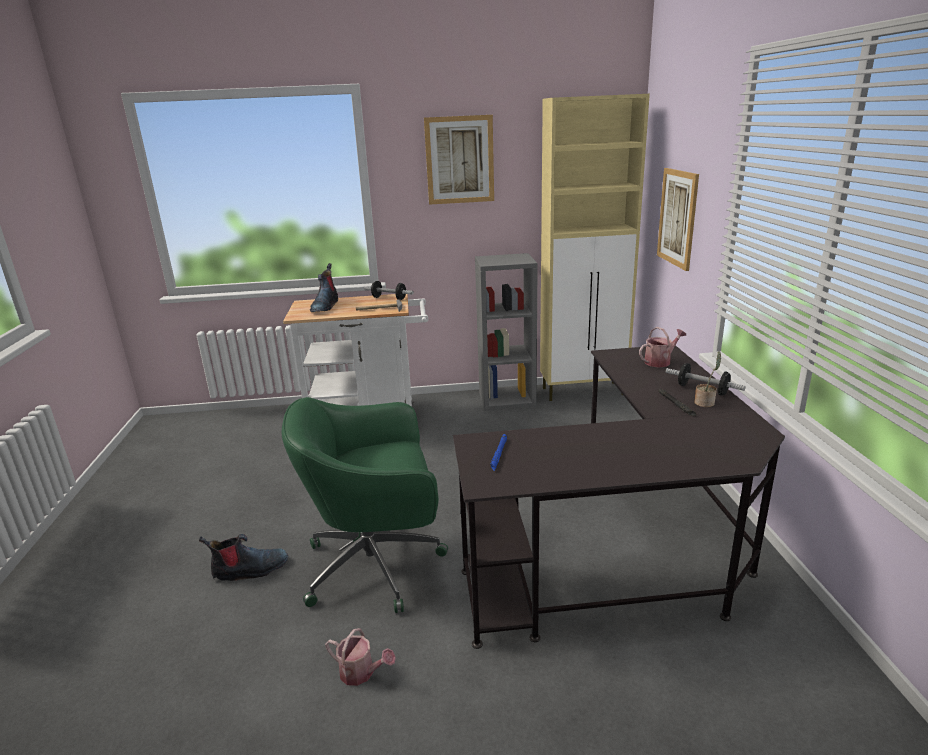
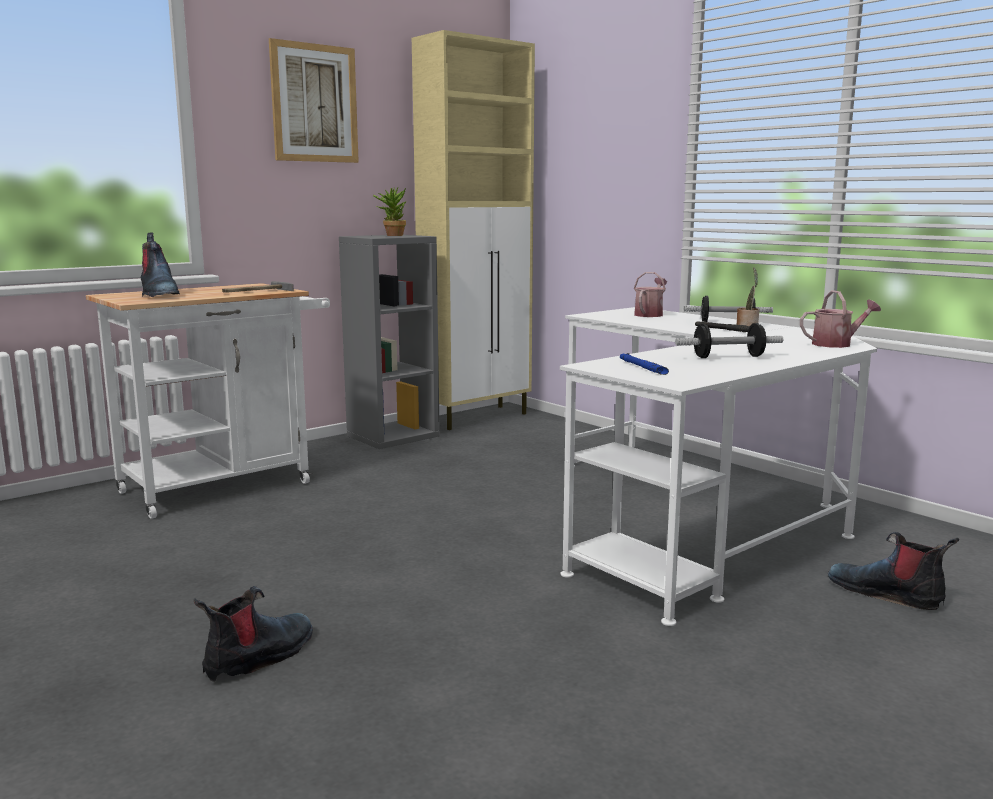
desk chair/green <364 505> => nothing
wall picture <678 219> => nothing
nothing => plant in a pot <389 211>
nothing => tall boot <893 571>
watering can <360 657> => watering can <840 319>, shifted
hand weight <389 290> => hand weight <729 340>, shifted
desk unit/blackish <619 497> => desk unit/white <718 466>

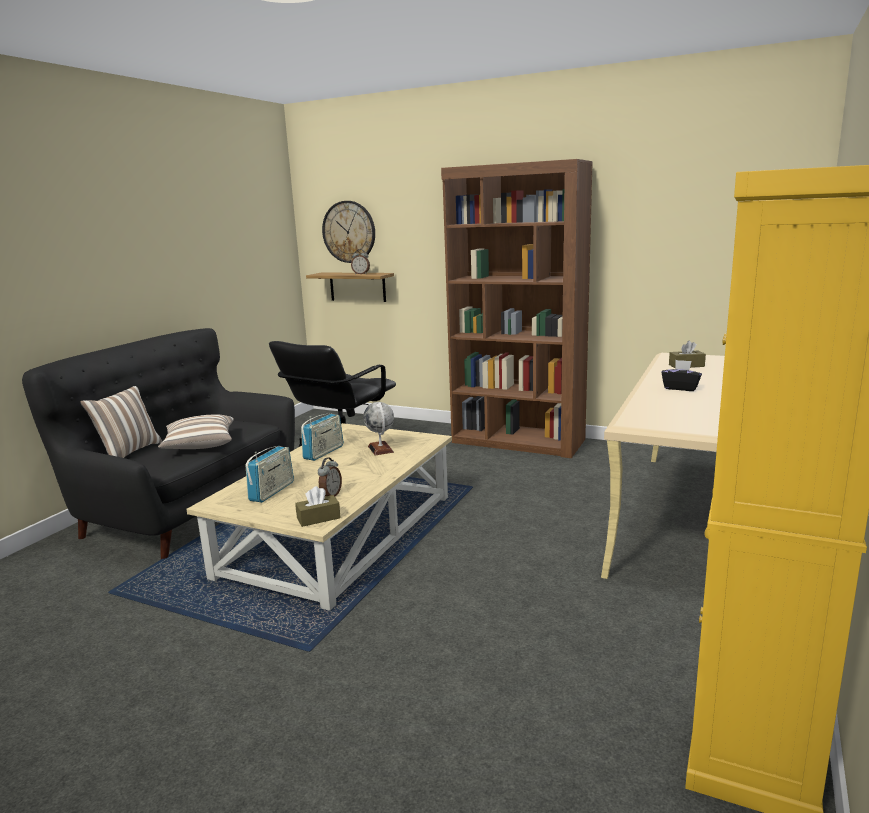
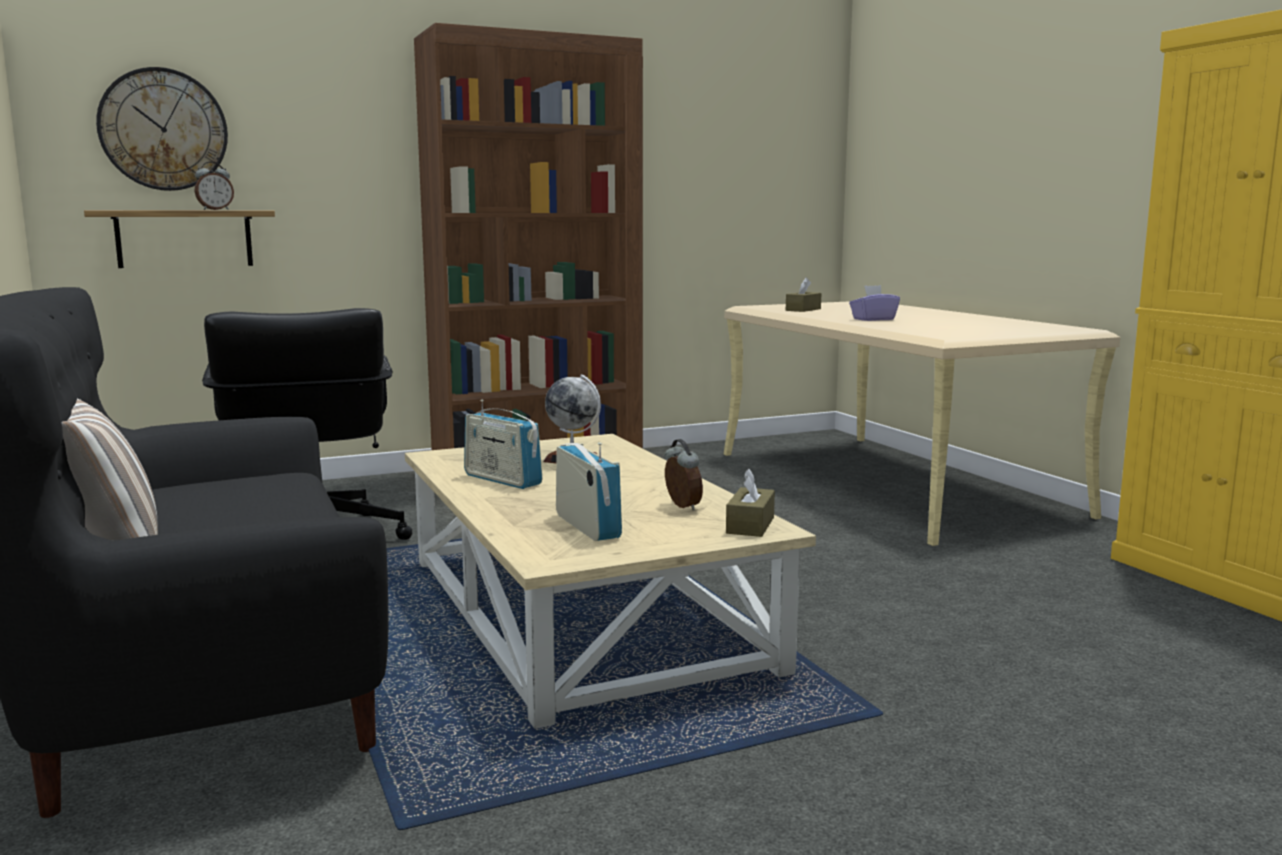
pillow <196 431> => nothing
tissue box/blackish <681 375> => tissue box/purple <874 303>
radio set <322 437> => radio set <503 444>, 150 degrees clockwise

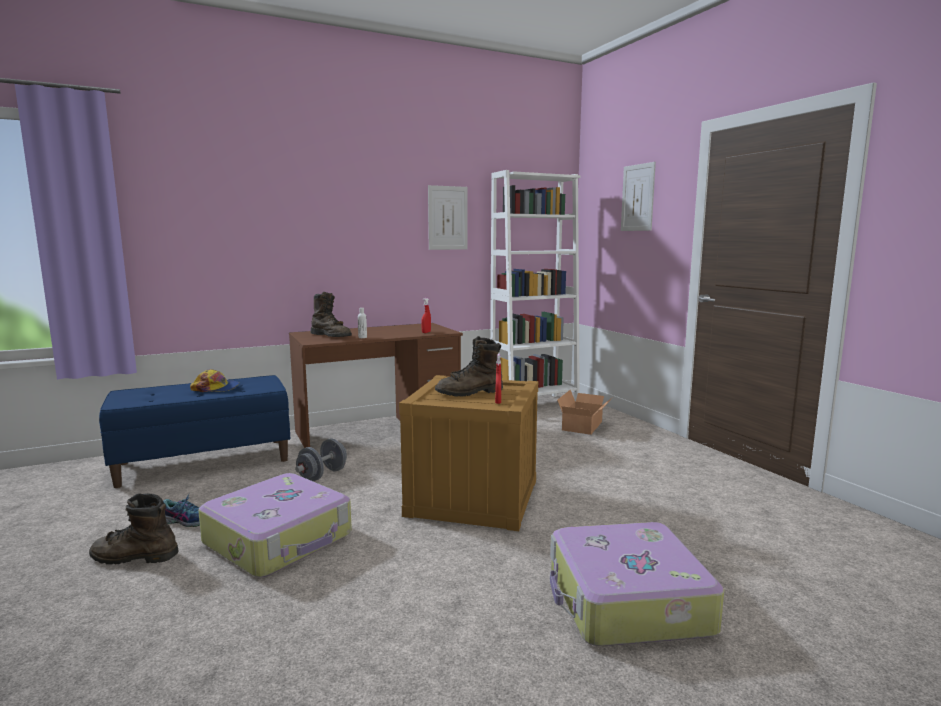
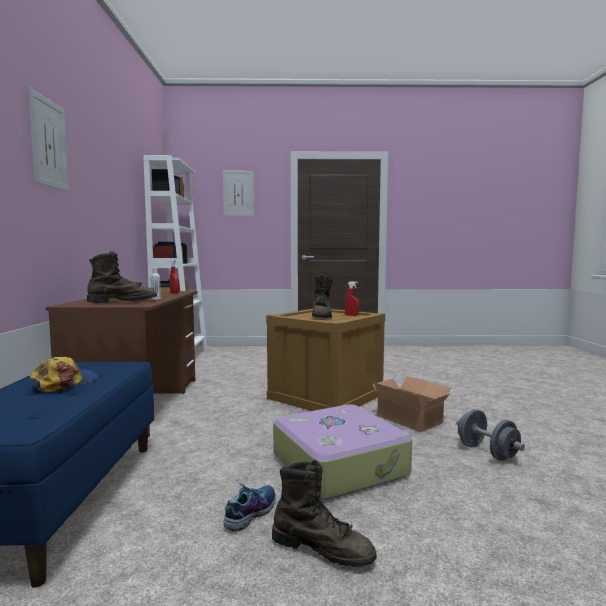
suitcase <637 584> => nothing
hand weight/gray <321 460> => hand weight/gray <491 435>, shifted
wall picture <448 217> => wall picture <48 140>, shifted
carton <585 412> => carton <411 404>, shifted
tall boot/brownish <134 529> => tall boot/brownish <324 513>, 90 degrees counterclockwise

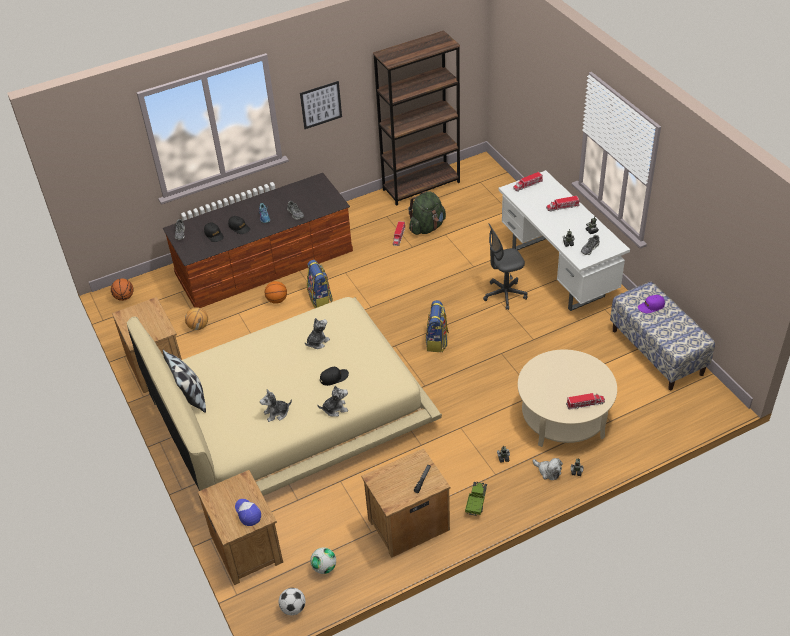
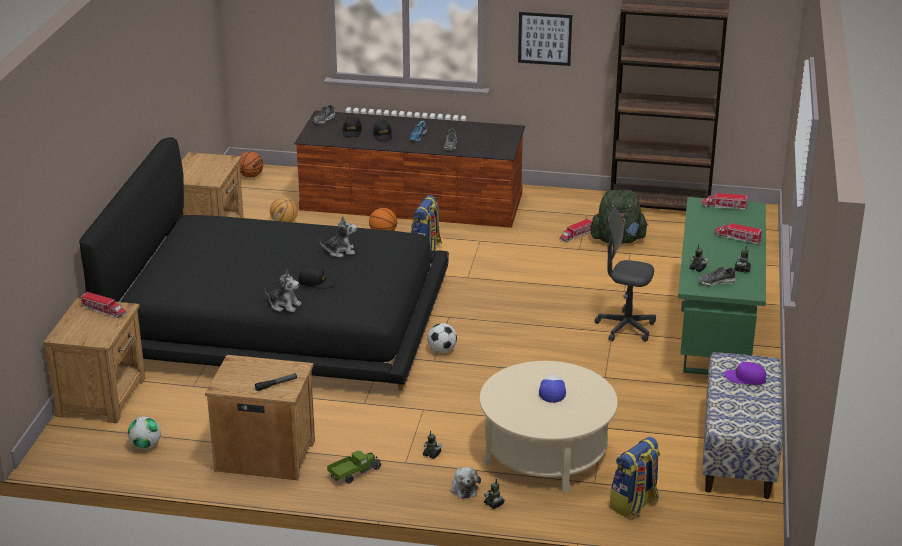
pillow <184 381> => nothing
soft toy <276 405> => nothing
baseball cap <248 512> => baseball cap <552 388>, shifted
football ball <292 601> => football ball <442 338>, shifted
backpack <437 326> => backpack <635 477>, shifted
model truck <585 401> => model truck <103 305>, shifted
bedroom bed/sand-coloured <284 396> => bedroom bed/blackish <264 263>
desk unit/white <564 240> => desk unit/green <722 286>

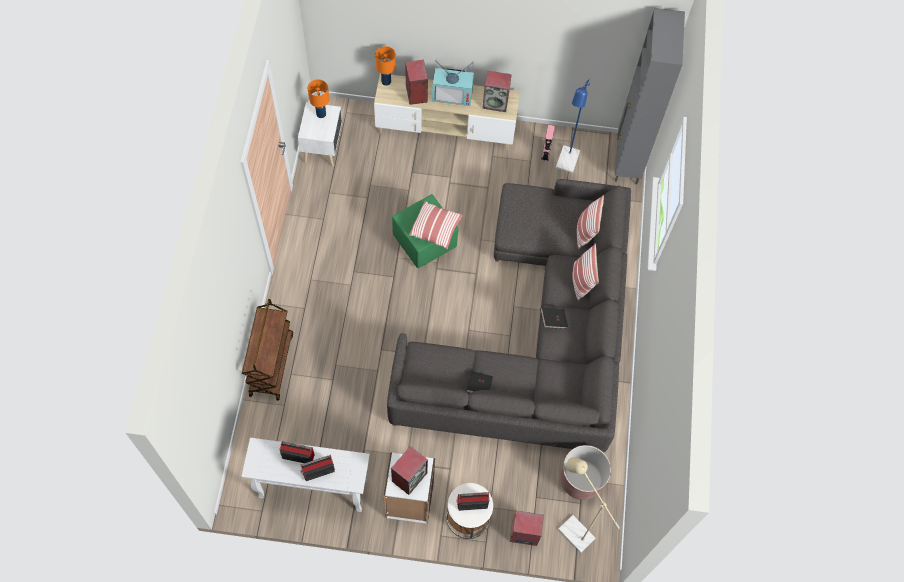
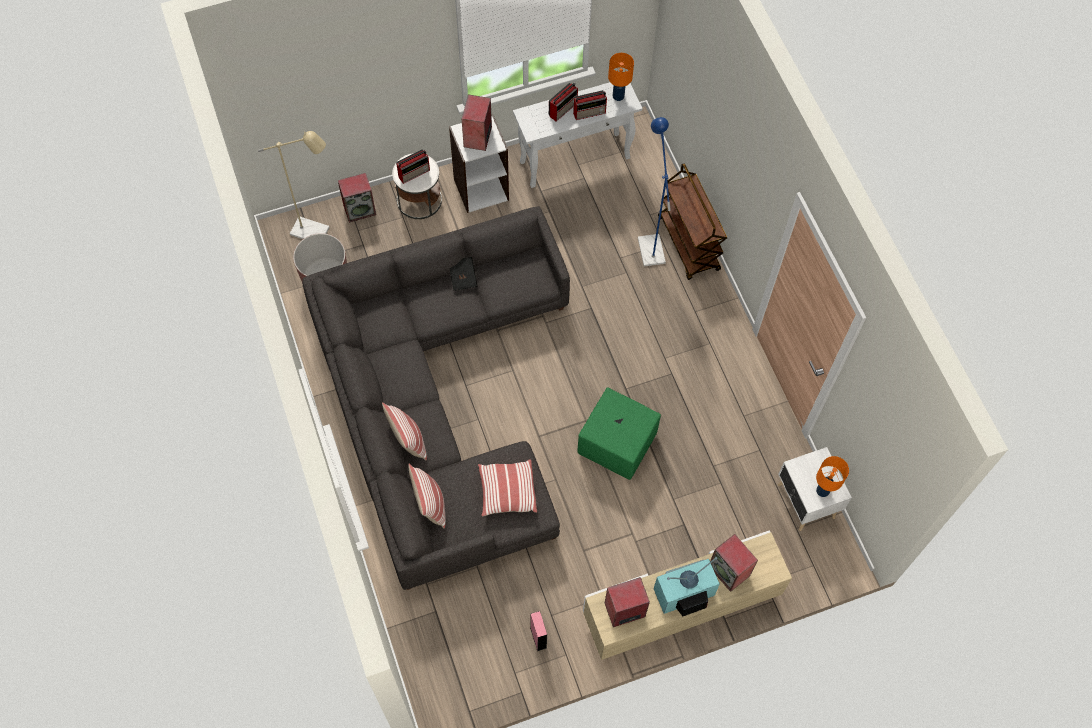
book/blackish <554 318> => nothing
storage cabinet/gray <650 96> => nothing
table lamp/orange-coloured <385 66> => table lamp/orange-coloured <621 77>, shifted
pillow <436 224> => pillow <507 487>, shifted
floor lamp/blue-coloured <573 125> => floor lamp/blue-coloured <654 191>, shifted

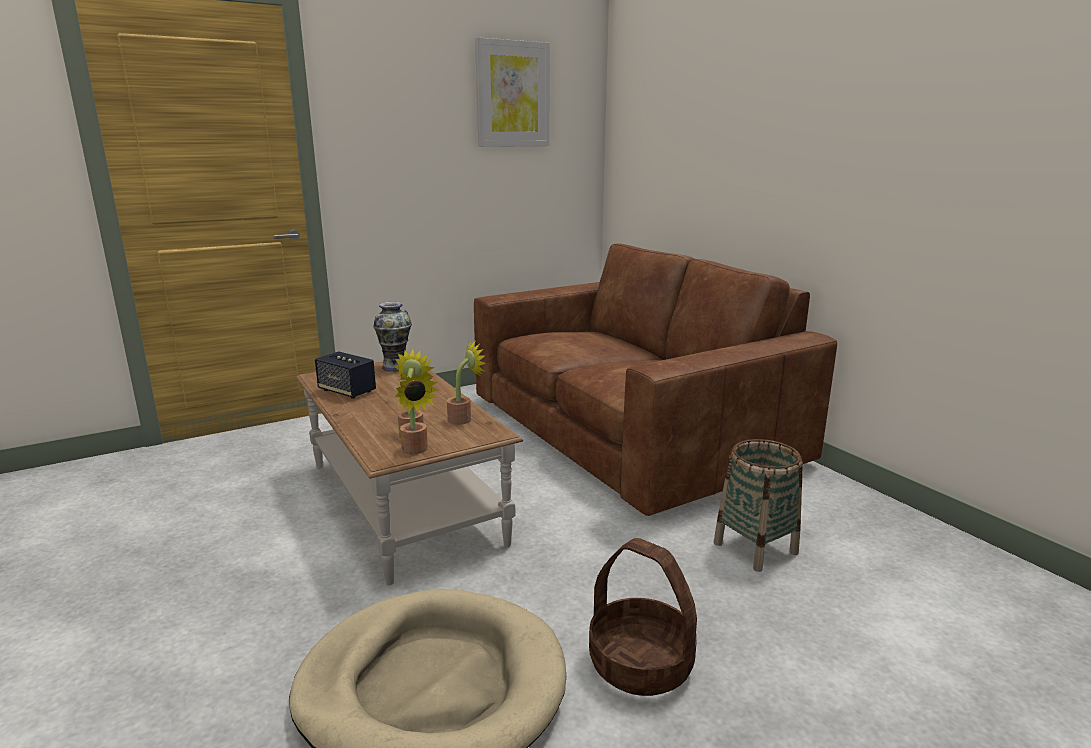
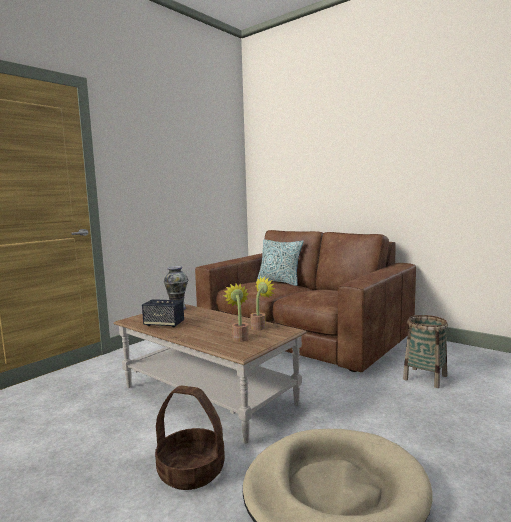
plant in a pot <417 413> => nothing
wall picture <512 92> => nothing
nothing => pillow <281 262>
household basket <643 617> => household basket <190 438>, shifted

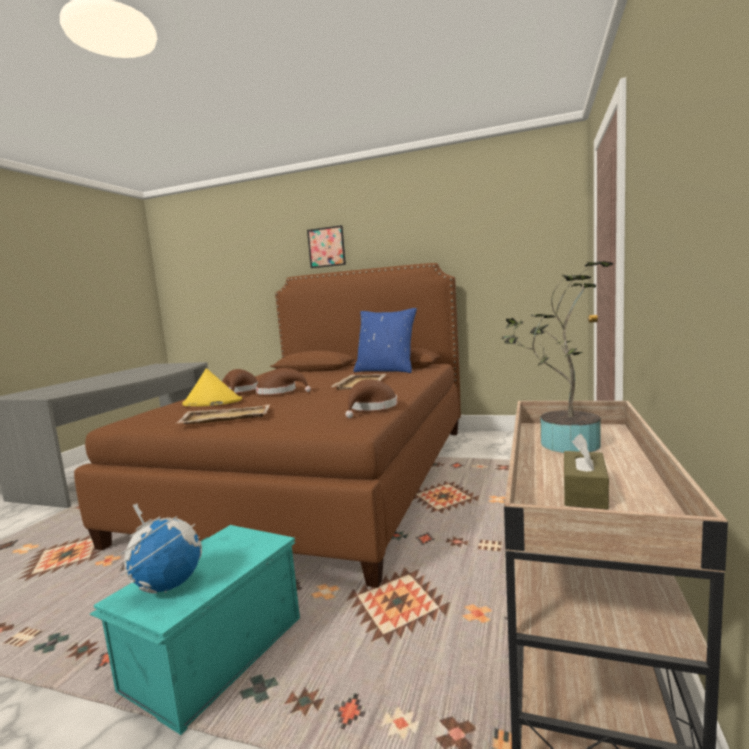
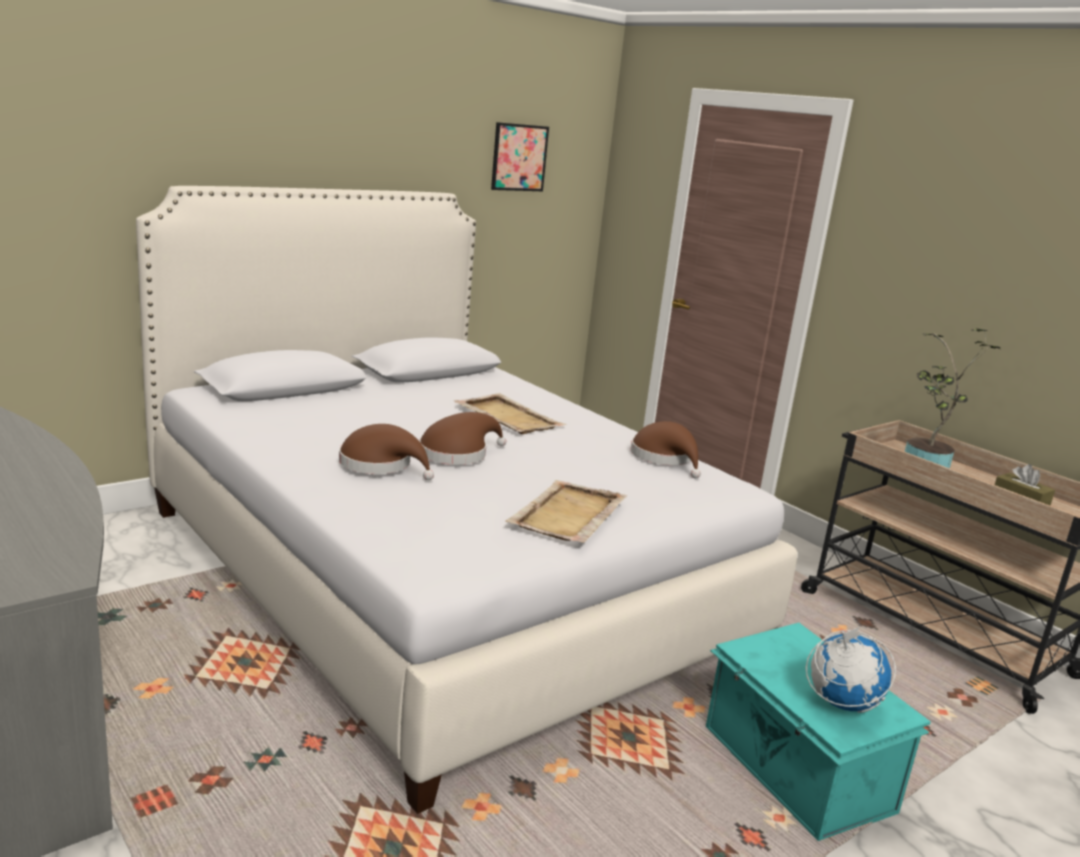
wearable hat/yellow <212 387> => nothing
pillow/blue-coloured <385 340> => nothing
wall picture <326 246> => wall picture <520 156>, shifted
bedroom bed/brownish <267 425> => bedroom bed/white <466 500>

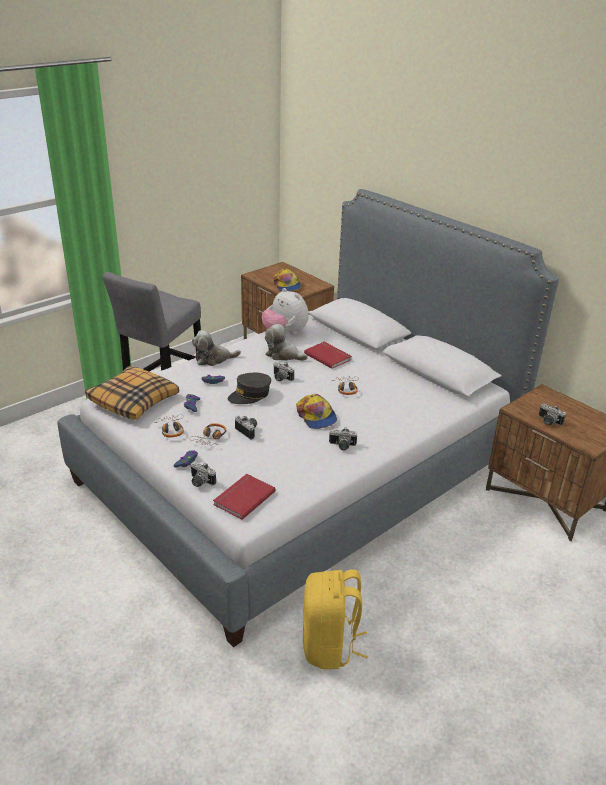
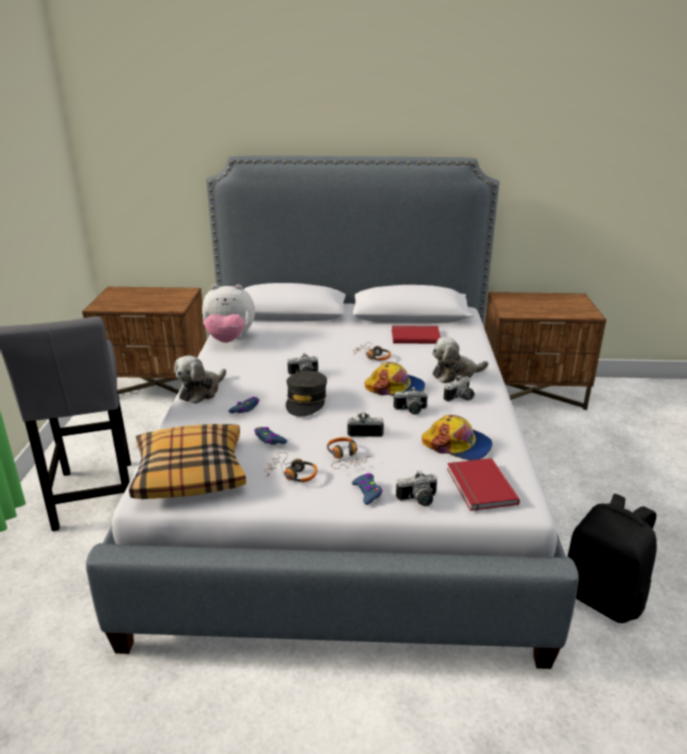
soft toy <286 342> => soft toy <460 360>, shifted
baseball cap <287 280> => baseball cap <457 438>, shifted
book/red-coloured <328 355> => book/red-coloured <416 335>, shifted
photo camera <552 415> => photo camera <410 401>, shifted
backpack/yellow <335 619> => backpack/blackish <612 558>

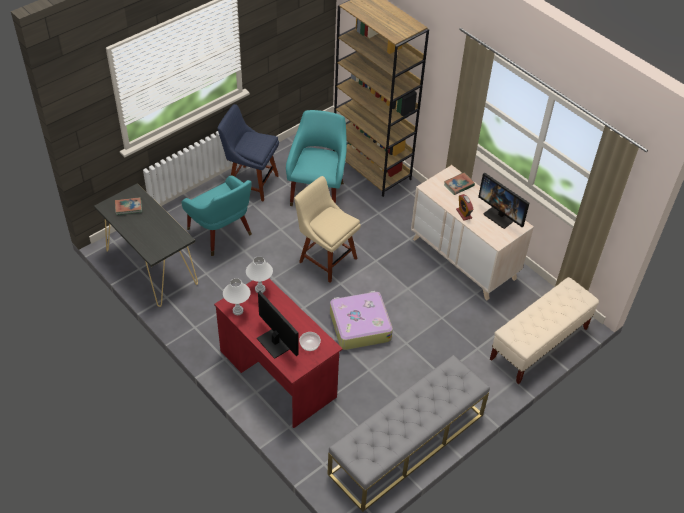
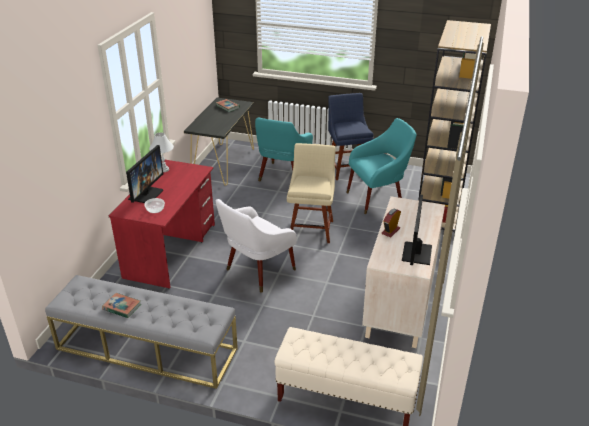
table lamp/white <259 274> => nothing
book <459 183> => book <121 305>, shifted
suitcase <361 320> => easy chair/white <256 246>

